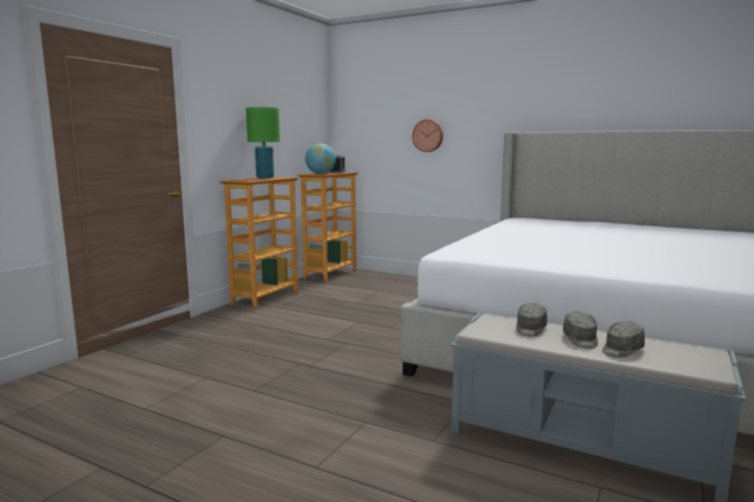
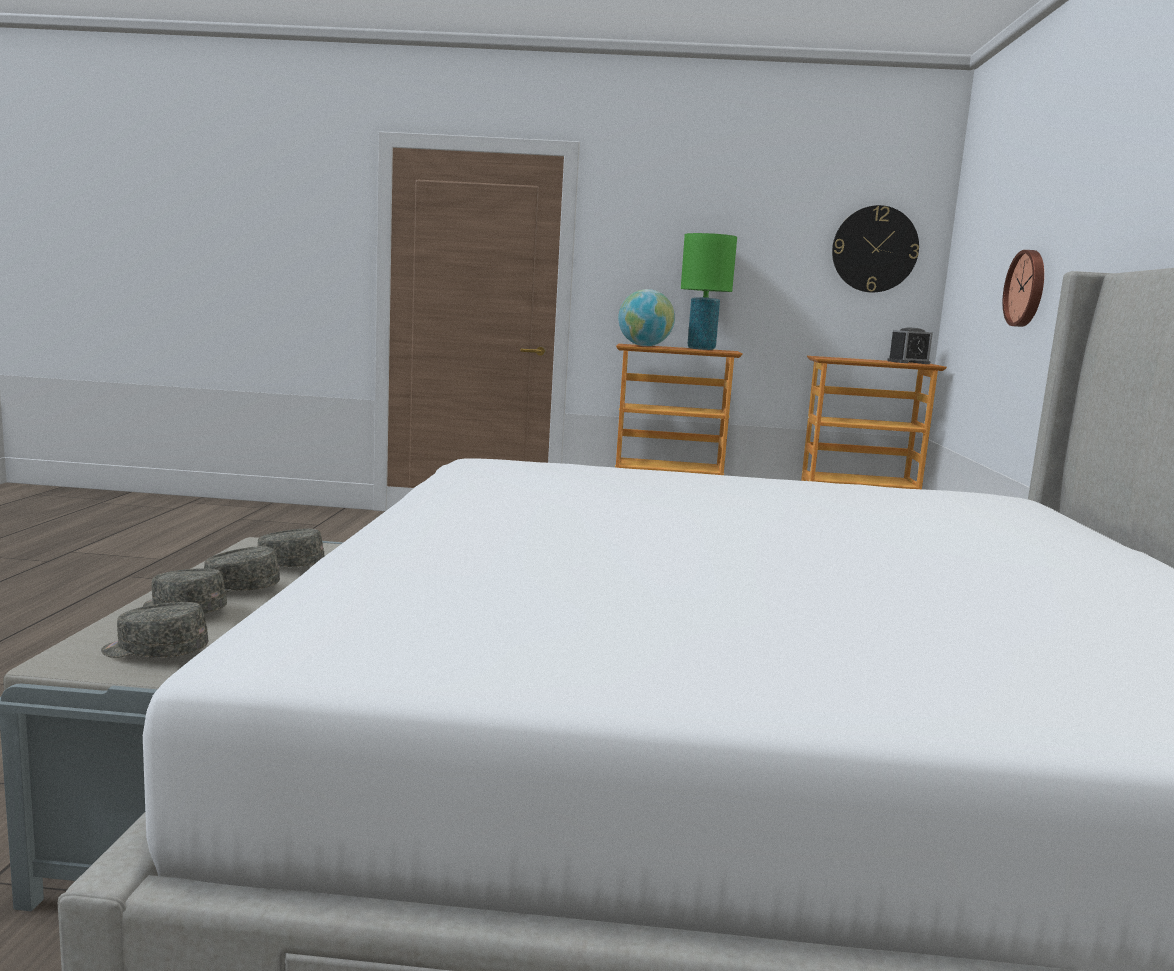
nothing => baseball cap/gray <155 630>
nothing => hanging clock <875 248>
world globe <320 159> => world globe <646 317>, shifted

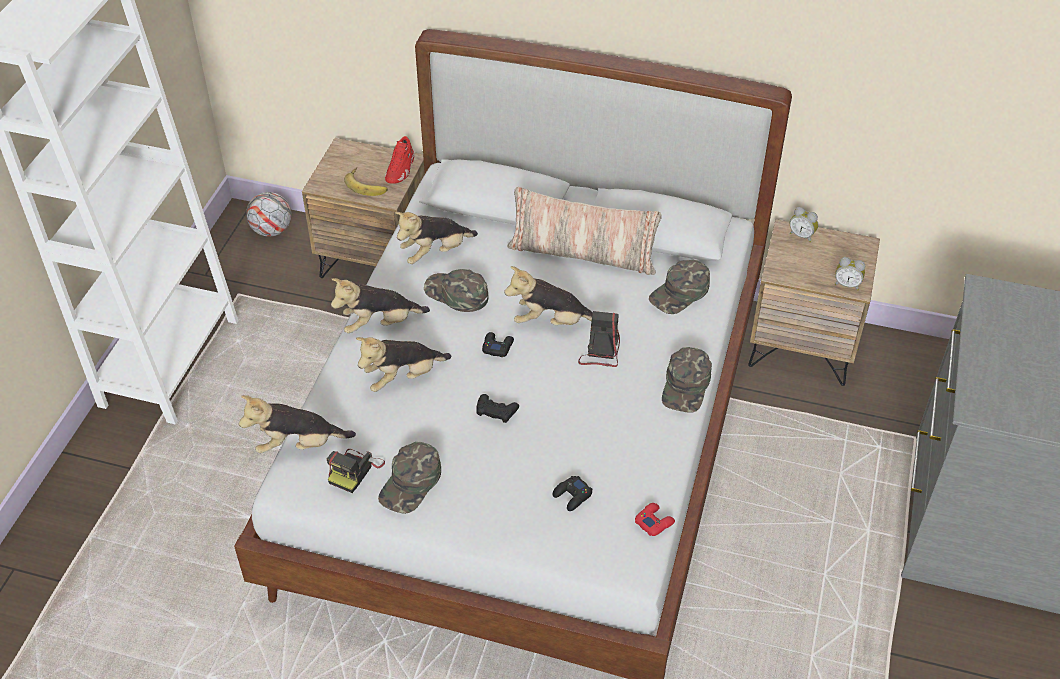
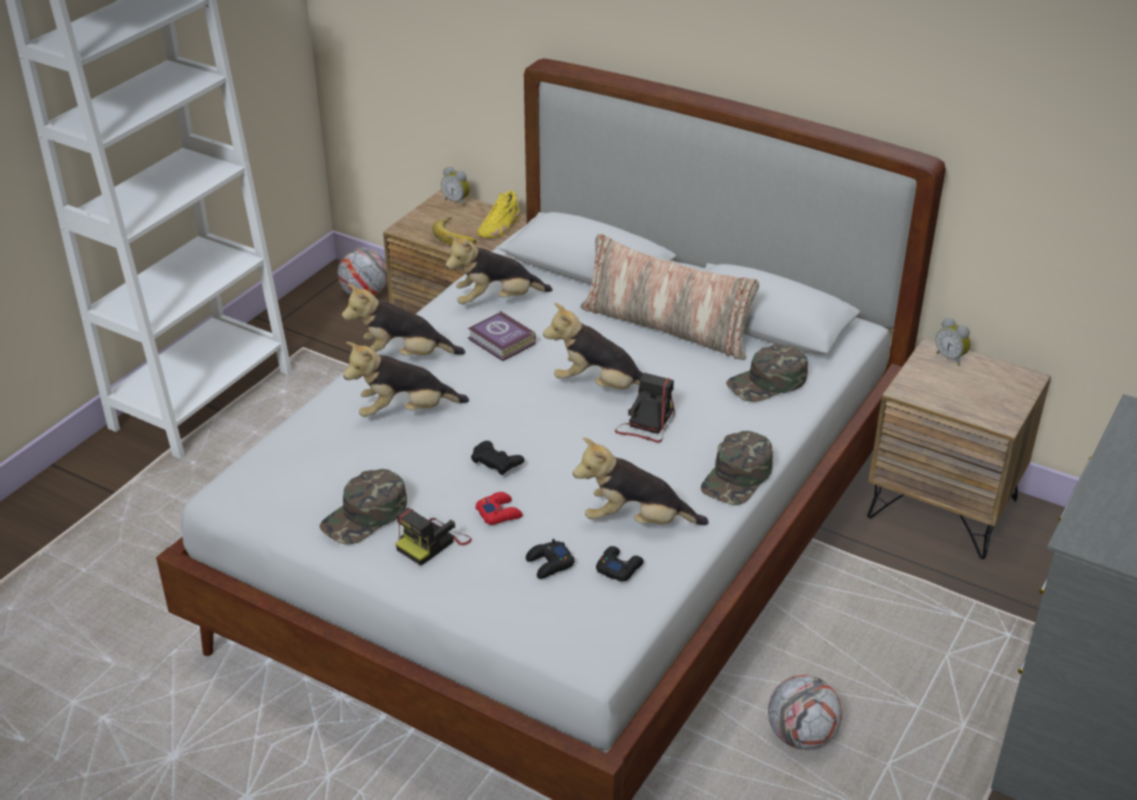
nothing => football ball <805 712>
soft toy <297 424> => soft toy <641 481>, shifted
photo camera <356 471> => photo camera <434 537>, shifted
joypad/blackish <498 344> => joypad/blackish <620 564>, shifted
joypad/red-coloured <655 519> => joypad/red-coloured <499 508>, shifted
alarm clock <850 274> => alarm clock <455 187>, shifted
baseball cap/green <456 290> => book <502 336>
low shoe/red-coloured <399 160> => low shoe/yellow <498 214>

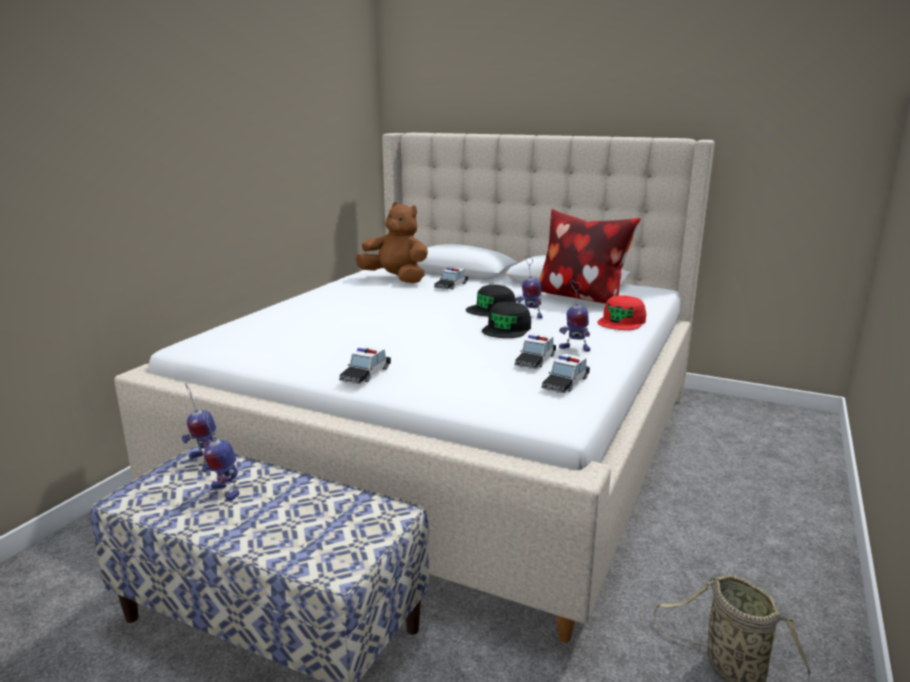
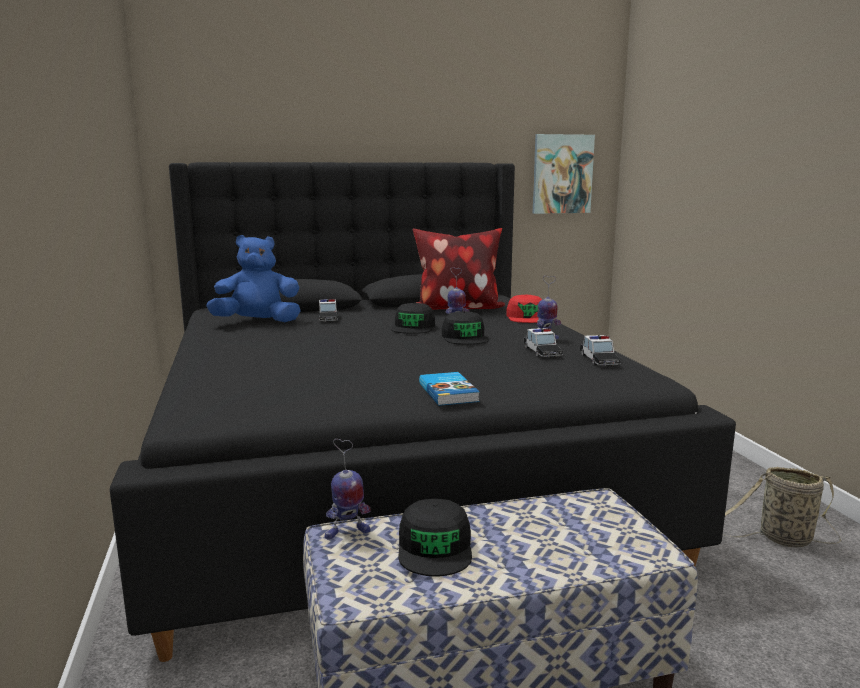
nothing => wall picture <564 174>
model robot <220 455> => baseball cap/blackish <435 537>
miniature car <365 365> => book <449 389>
bedroom bed/sand-coloured <414 388> => bedroom bed/blackish <423 412>
soft toy/brownish <392 242> => soft toy/blue-coloured <253 278>

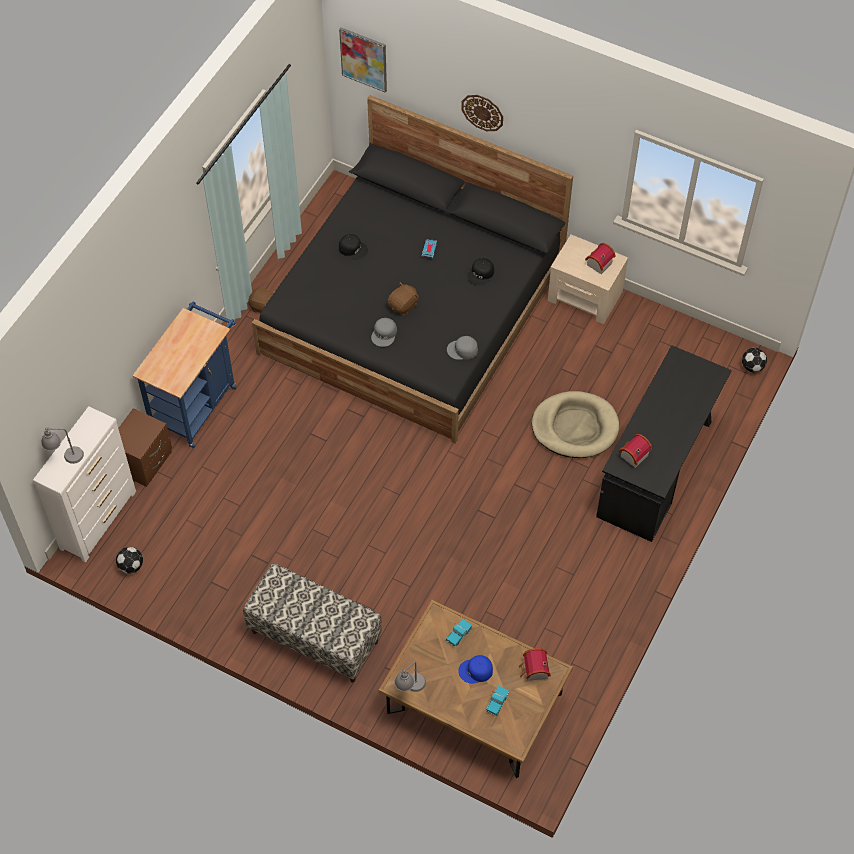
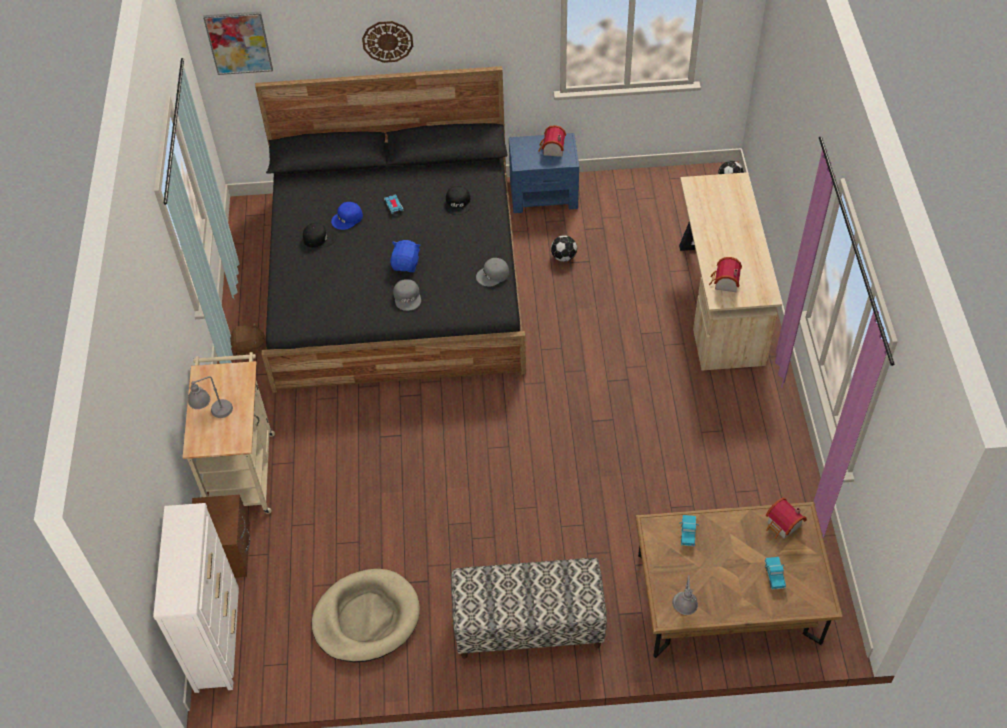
table lamp/gray <63 445> => table lamp/gray <210 397>, shifted
football ball <129 560> => football ball <564 248>, shifted
baseball cap/blue-coloured <475 669> => baseball cap/blue-coloured <347 216>, shifted
pet bed/sand-coloured <575 424> => pet bed/sand-coloured <366 615>, shifted
trolley/blue-coloured <185 375> => trolley/sand-coloured <229 433>
soft toy/brownish <403 299> => soft toy/blue-coloured <405 256>
bedside table/sand-coloured <588 279> => bedside table/blue-coloured <544 173>
desk unit/blackish <664 443> => desk unit/sand-coloured <730 271>

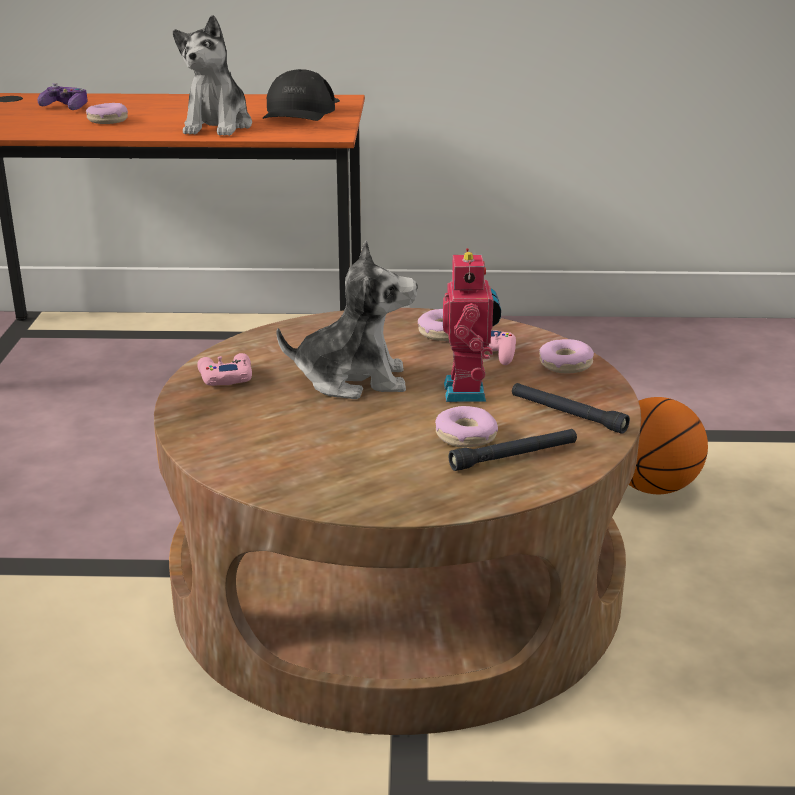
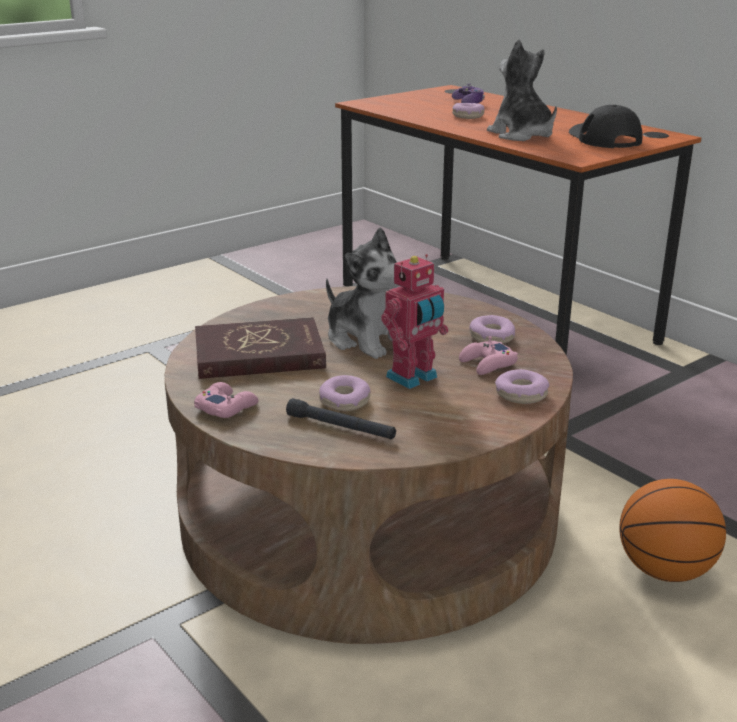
flashlight/blackish <571 408> => nothing
nothing => book/red-coloured <260 348>
joypad/pink <224 369> => joypad/pink <226 400>, shifted
soft toy <212 75> => soft toy <522 90>, 90 degrees clockwise
baseball cap/blackish <299 95> => baseball cap/blackish <606 126>, 105 degrees clockwise

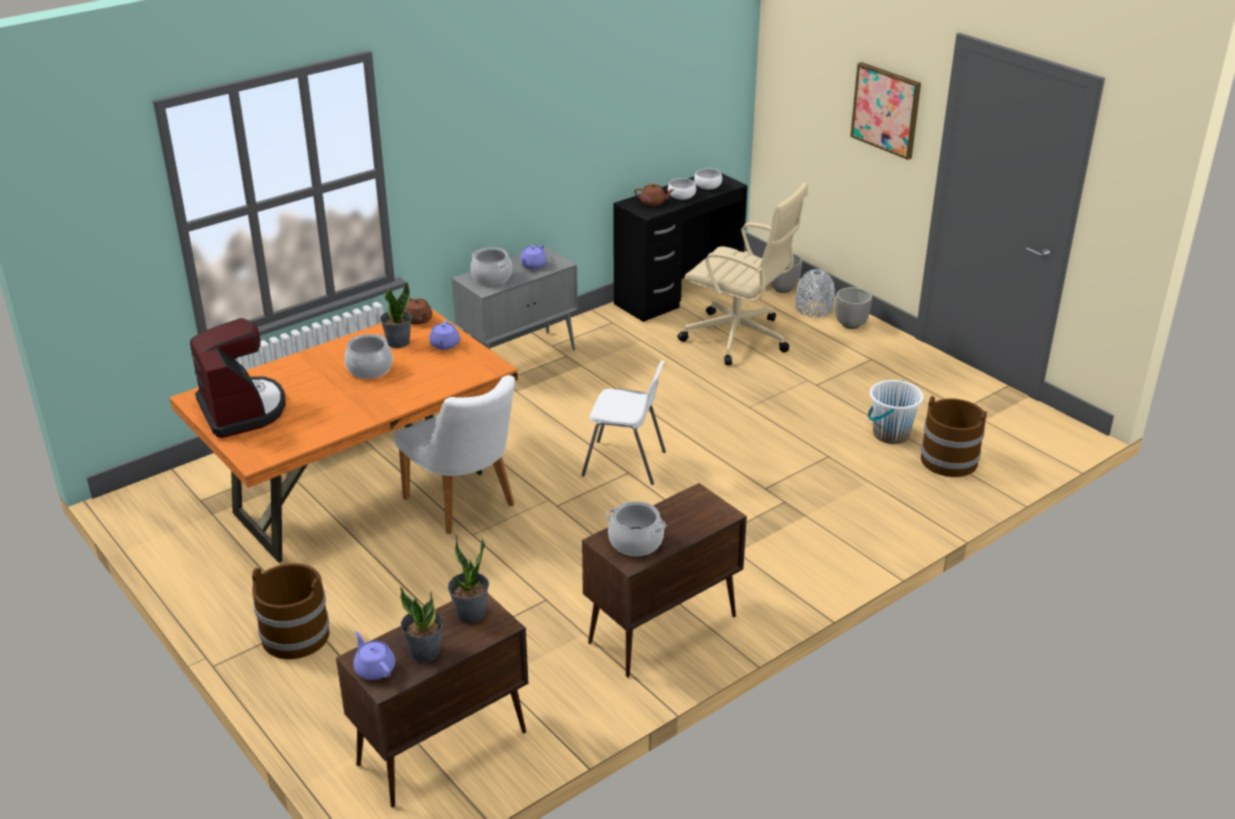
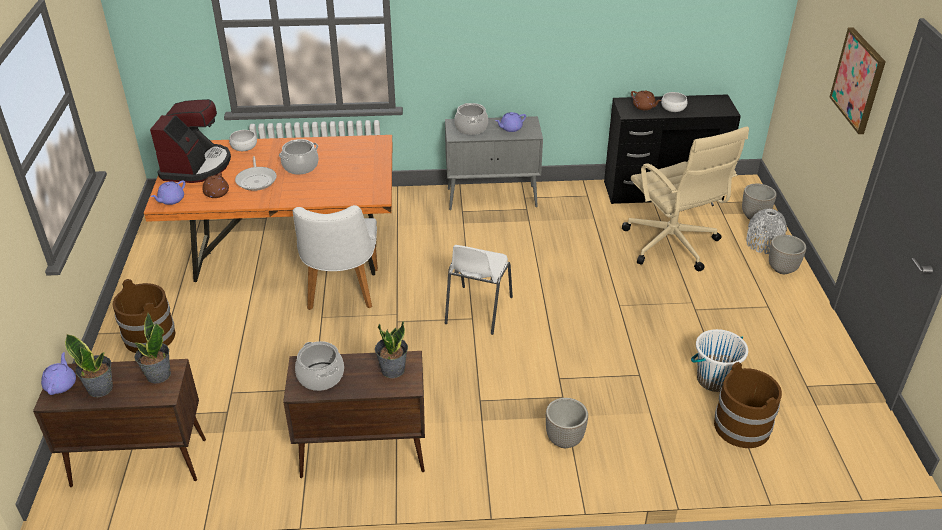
nothing => skillet <256 173>
nothing => plant pot <567 423>
plant in a pot <396 315> => plant in a pot <391 349>, shifted
pot for tea/brownish <418 311> => pot for tea/brownish <216 185>, shifted
pot for tea/purple <444 335> => pot for tea/purple <168 192>, shifted
serving bowl/white <708 179> => serving bowl/white <243 140>, shifted
upright chair/white <624 422> => upright chair/white <479 290>, 60 degrees clockwise

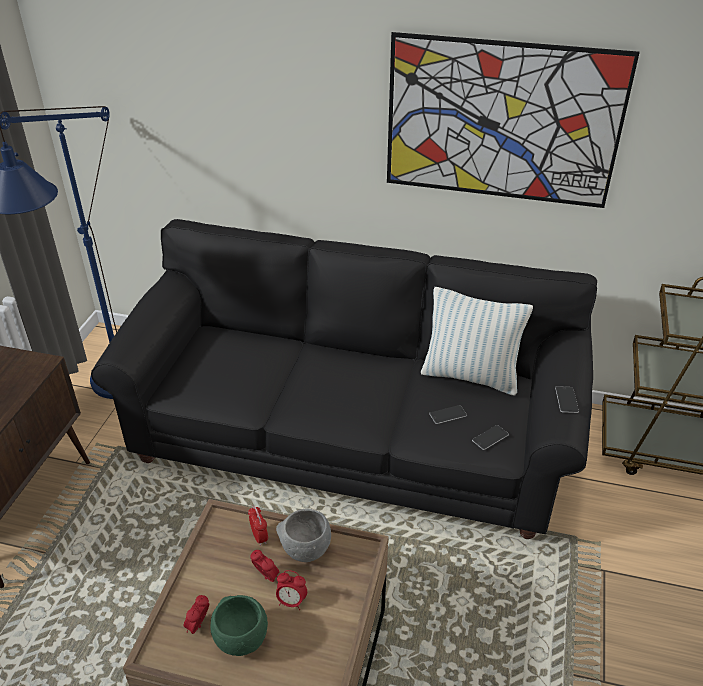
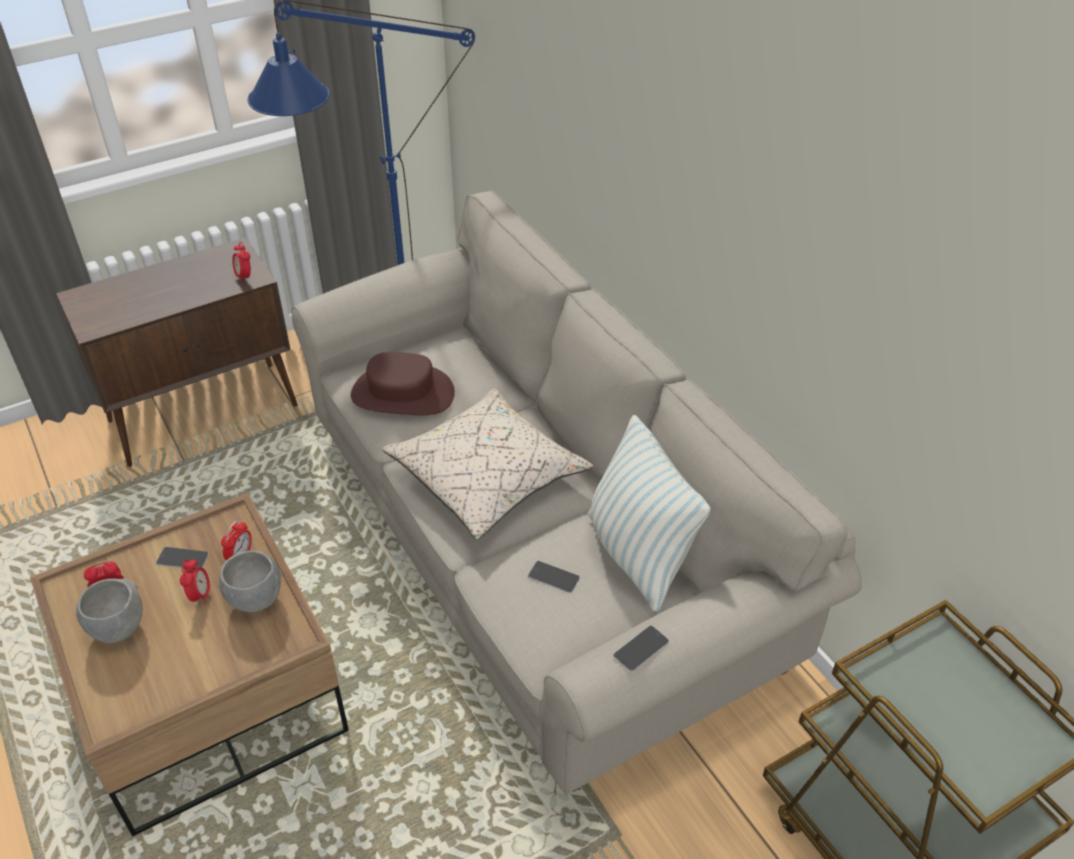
wall picture <513 120> => nothing
nothing => wearable hat/brownish <403 383>
nothing => pillow/sand-coloured <487 464>
alarm clock <291 590> => alarm clock <241 262>, shifted
handset <490 437> => handset <182 557>, shifted
sofa/blackish <344 379> => sofa/sand-coloured <576 493>
serving bowl/green <239 625> => serving bowl/gray <109 611>

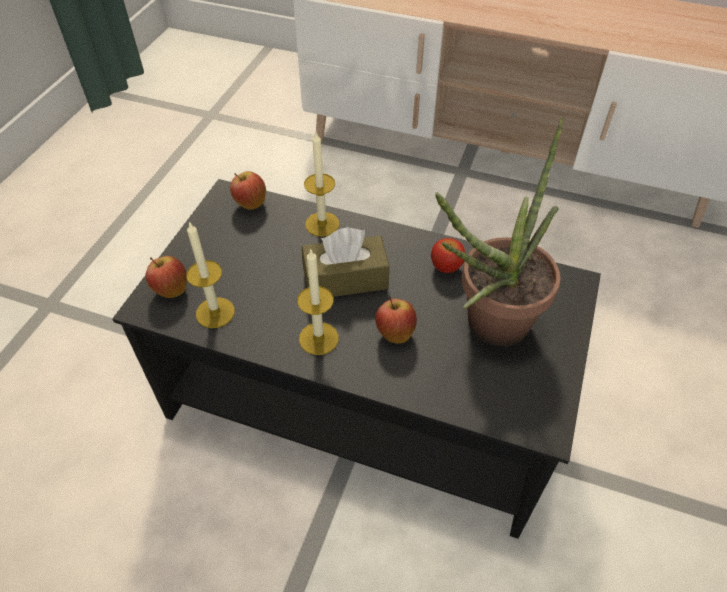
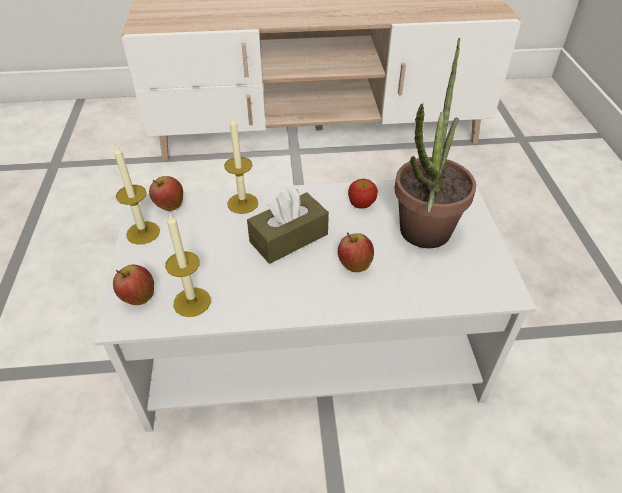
wax light <318 302> => wax light <137 194>, shifted
lounge table/blackish <356 359> => lounge table/white <315 305>

